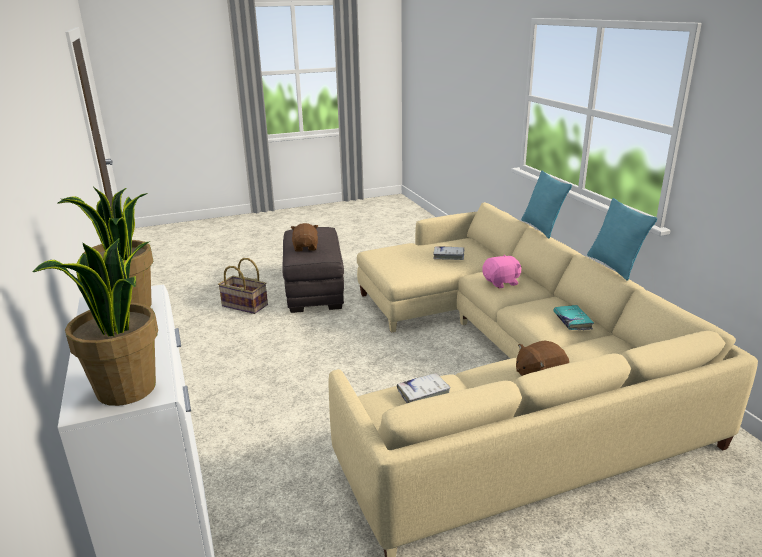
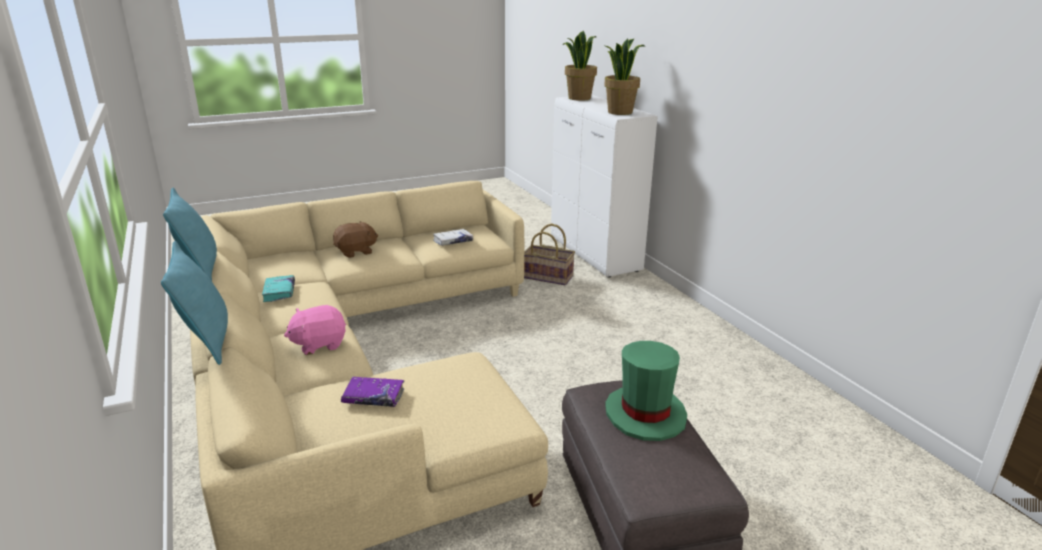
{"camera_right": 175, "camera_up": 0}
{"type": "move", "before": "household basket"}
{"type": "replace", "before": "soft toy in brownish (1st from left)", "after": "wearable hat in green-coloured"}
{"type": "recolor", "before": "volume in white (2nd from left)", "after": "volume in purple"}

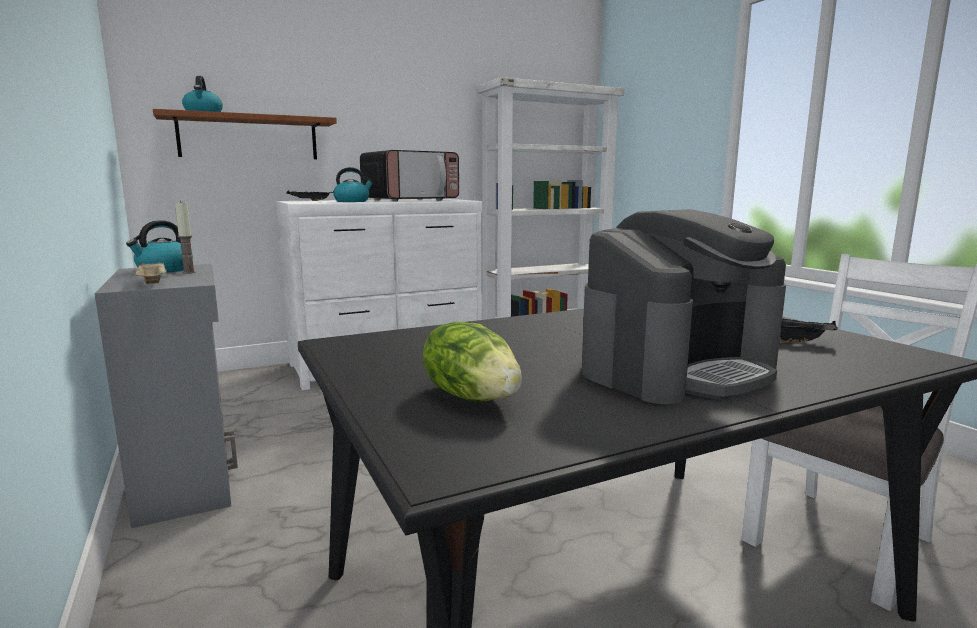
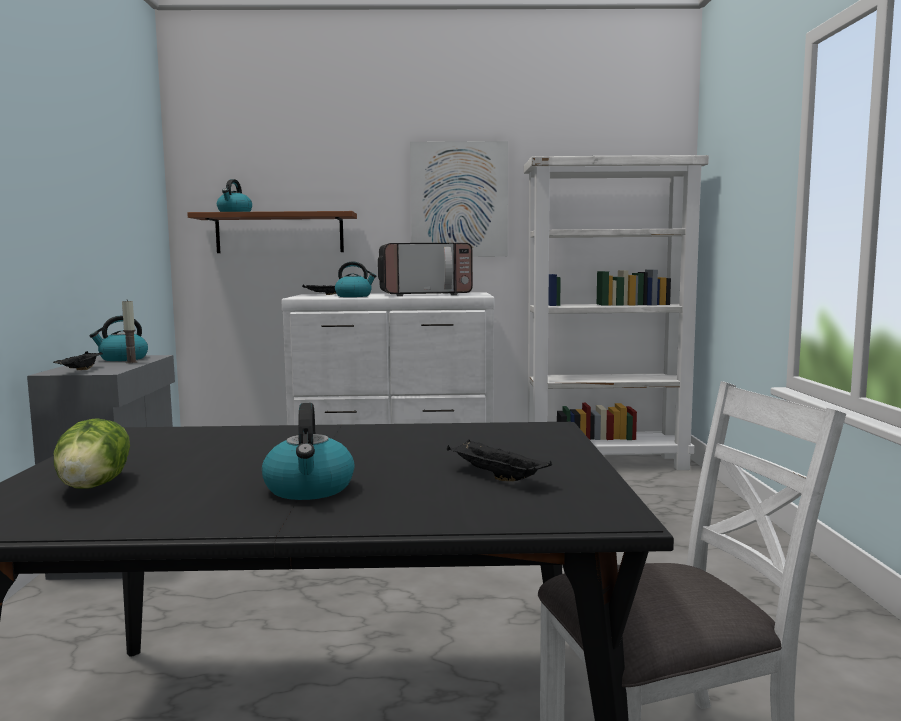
{"camera_right": 25, "camera_up": -5}
{"type": "recolor", "before": "serving tray in beige-coloured", "after": "serving tray in black-coloured (1st from left)"}
{"type": "replace", "before": "coffee machine", "after": "water kettle (3rd from left)"}
{"type": "insert", "after": "wall picture"}

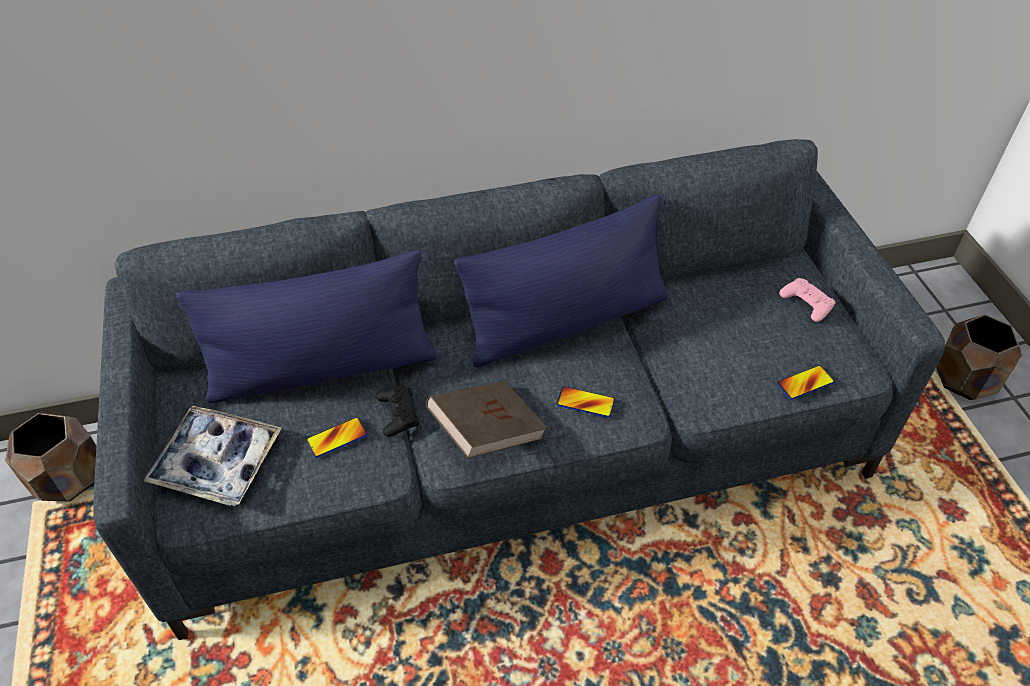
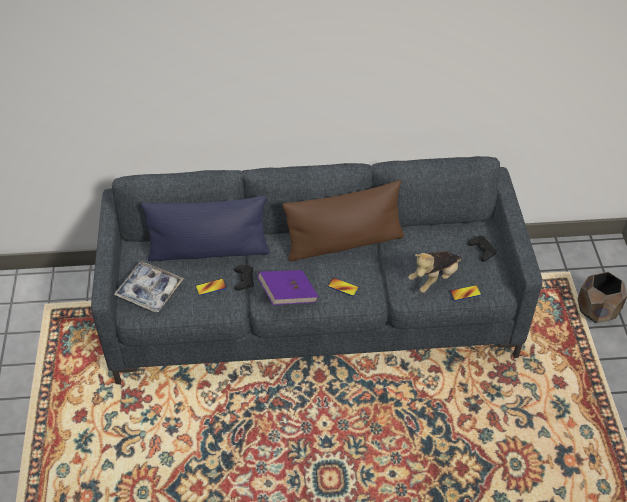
{"camera_right": 10, "camera_up": 0}
{"type": "delete", "before": "flower pot in brownish (1st from left)"}
{"type": "recolor", "before": "volume in brownish", "after": "volume in purple"}
{"type": "recolor", "before": "throw pillow in blue (2nd from left)", "after": "throw pillow in brownish"}
{"type": "recolor", "before": "gamepad in pinkish", "after": "gamepad in black-coloured (2nd from left)"}
{"type": "insert", "after": "soft toy"}

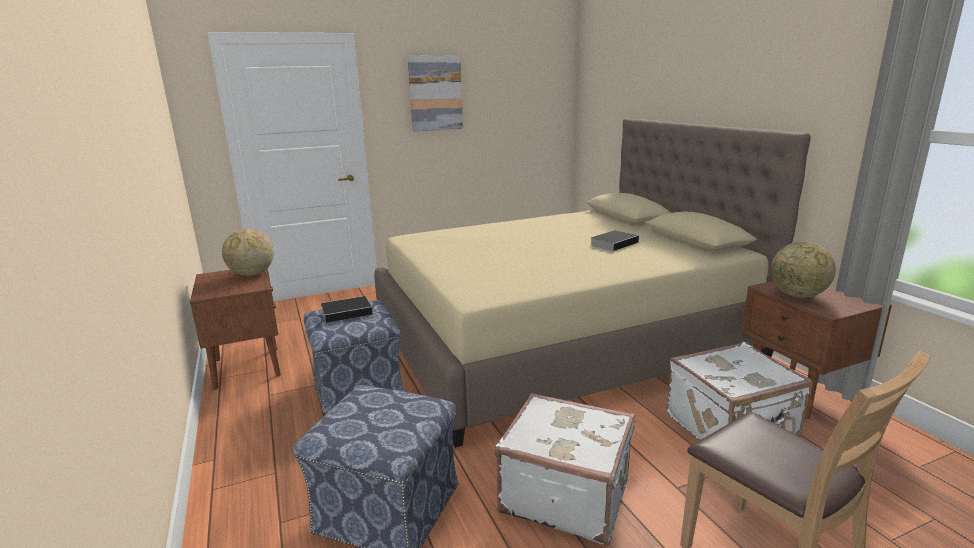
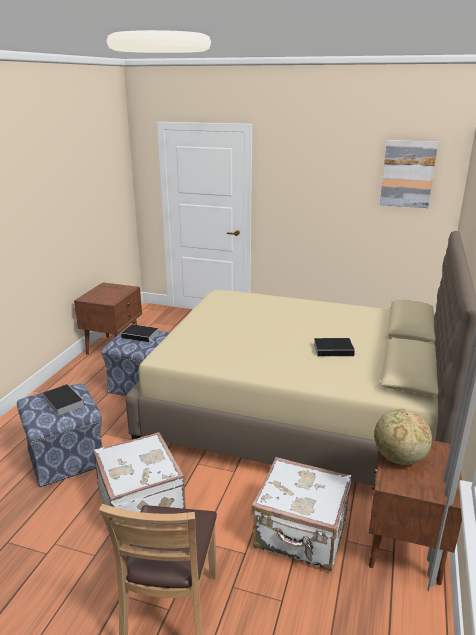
{"camera_right": 40, "camera_up": 5}
{"type": "delete", "before": "desk globe (1st from left)"}
{"type": "move", "before": "wall picture"}
{"type": "insert", "after": "volume (1st from left)"}

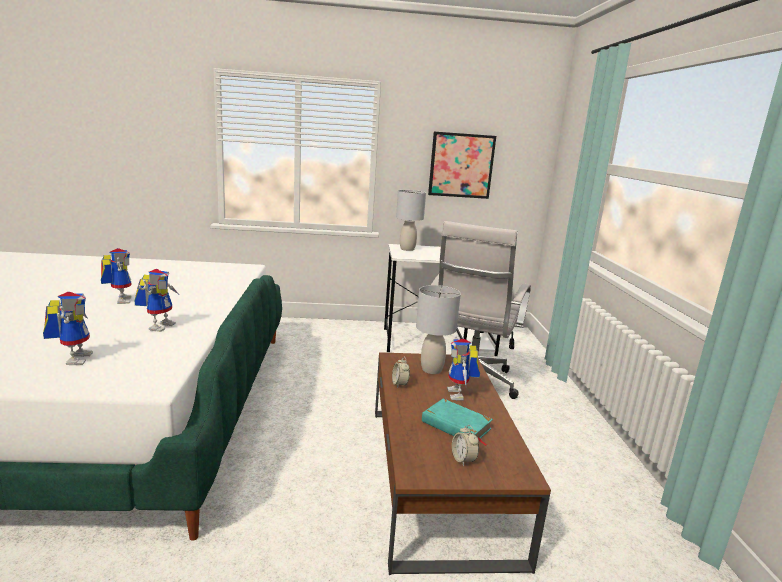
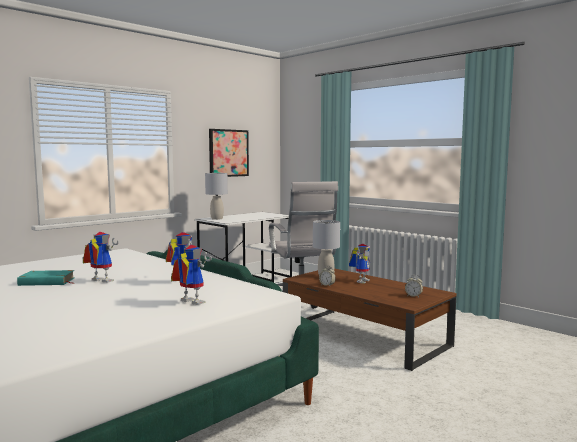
{"camera_right": -40, "camera_up": -10}
{"type": "move", "before": "volume in turquoise"}
{"type": "rotate", "before": "model robot (4th from left)", "turn": -105}

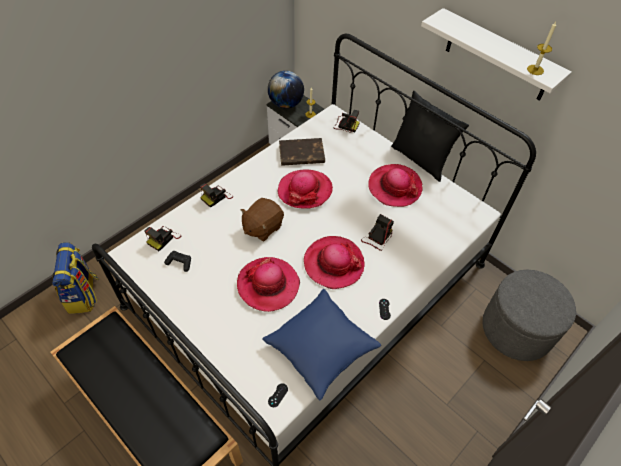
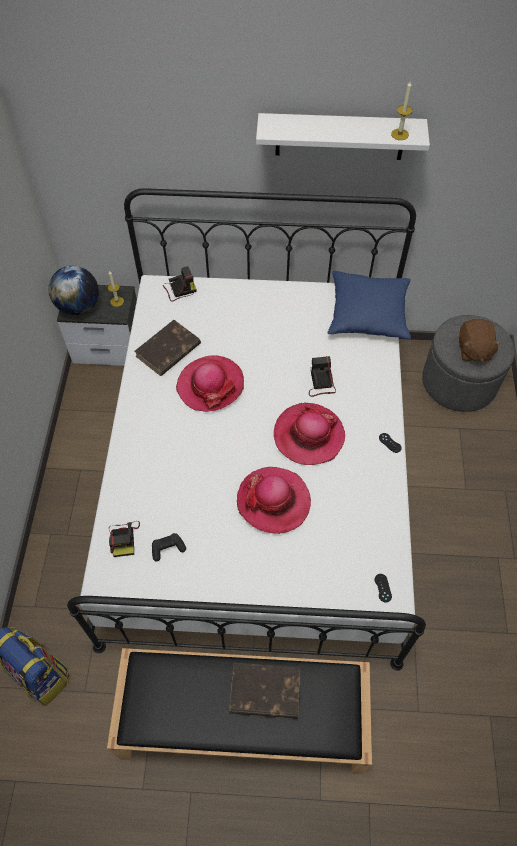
{"camera_right": -40, "camera_up": 5}
{"type": "delete", "before": "still camera (2nd from left)"}
{"type": "move", "before": "soft toy in brownish"}
{"type": "move", "before": "throw pillow in blue"}
{"type": "delete", "before": "wearable hat (4th from left)"}
{"type": "delete", "before": "throw pillow in black-coloured"}
{"type": "insert", "after": "volume in brownish (2nd from left)"}

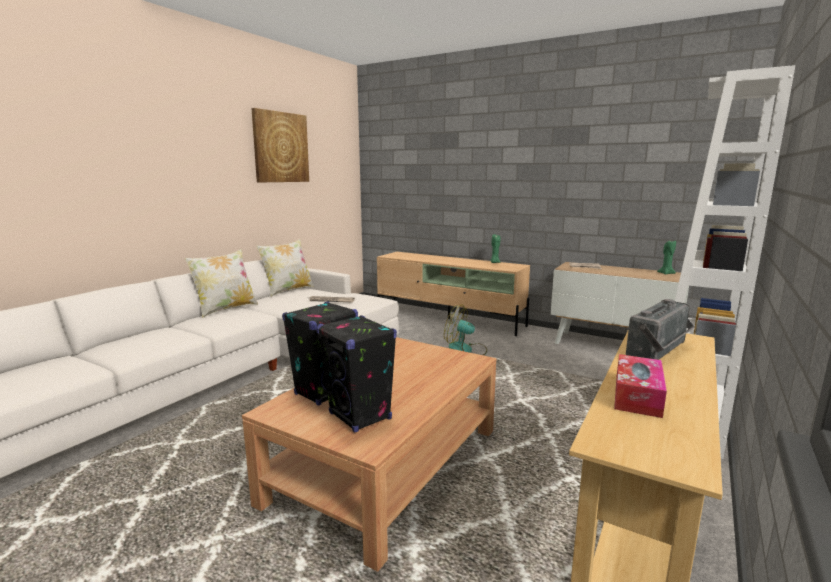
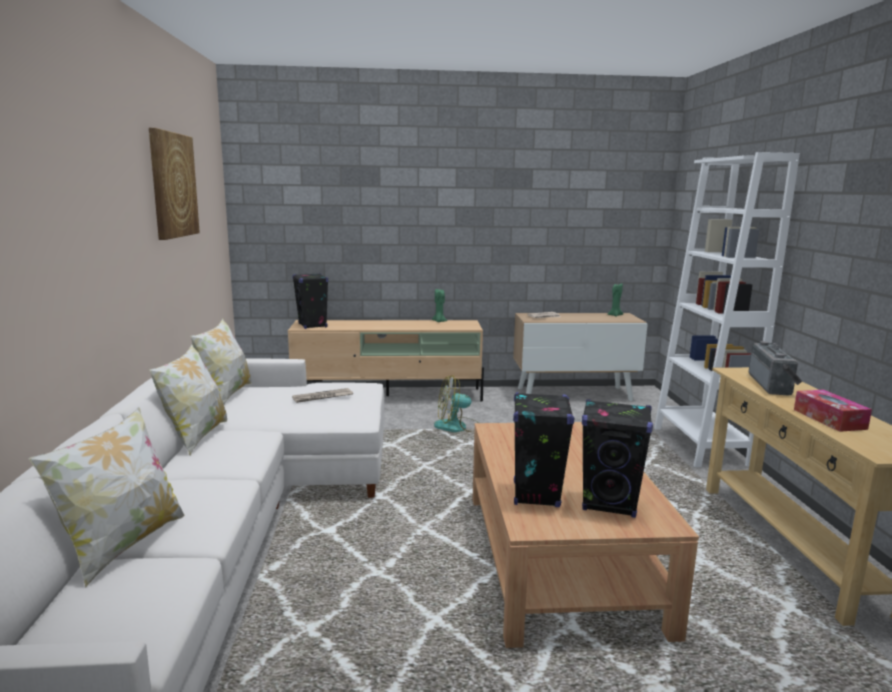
{"camera_right": -35, "camera_up": 0}
{"type": "insert", "after": "throw pillow (1st from left)"}
{"type": "insert", "after": "audio speaker in black-coloured (1st from left)"}

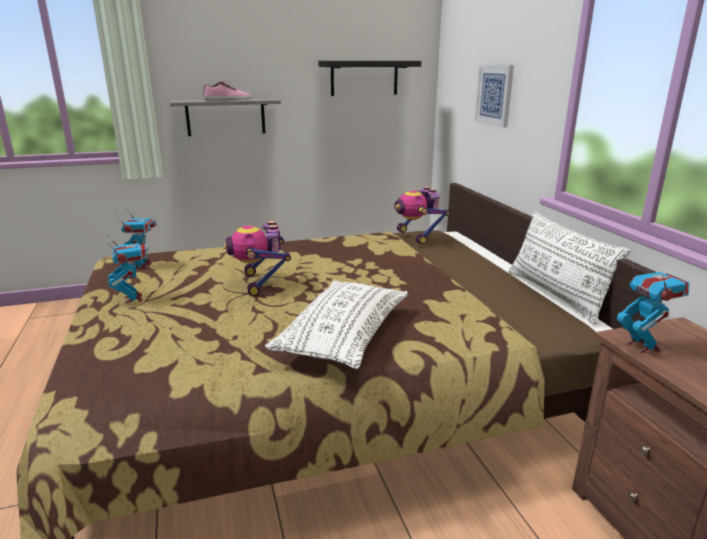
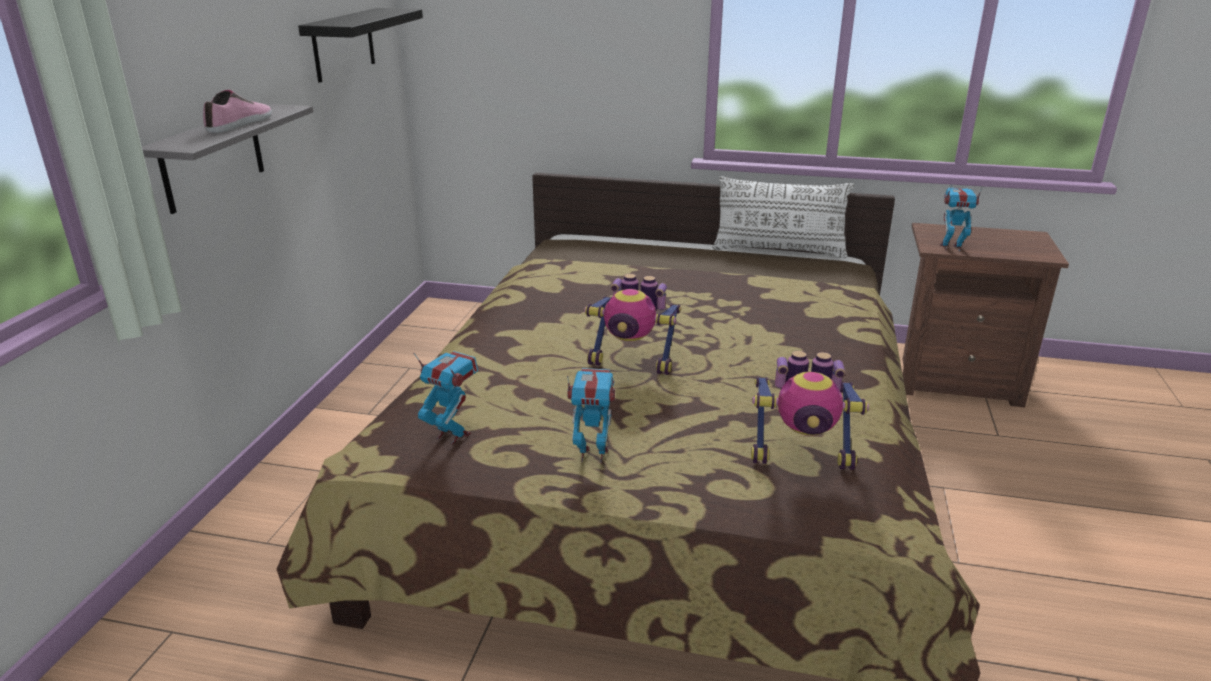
{"camera_right": -60, "camera_up": 5}
{"type": "delete", "before": "throw pillow in white (1st from left)"}
{"type": "move", "before": "model robot (4th from left)"}
{"type": "delete", "before": "wall picture"}

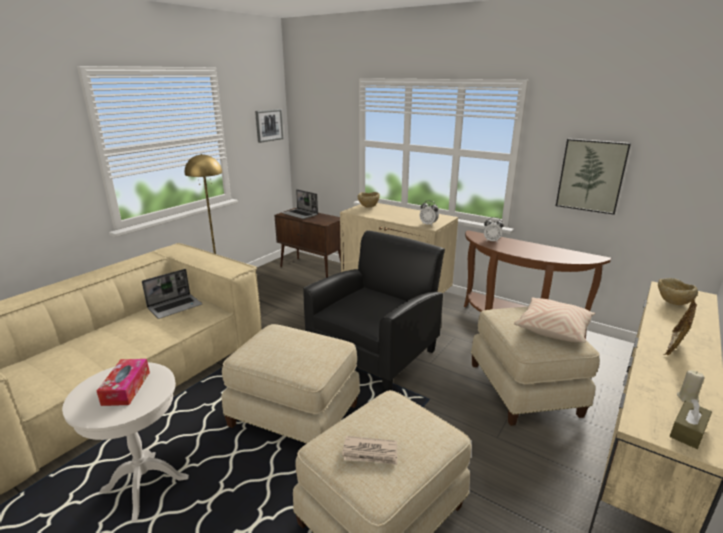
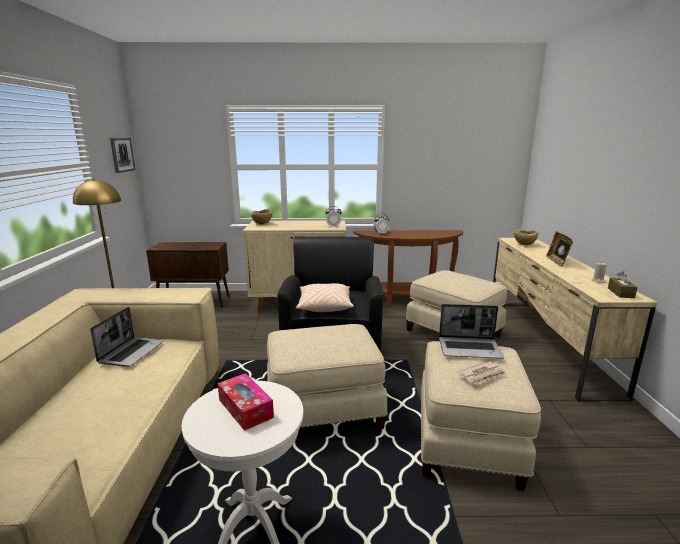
{"camera_right": -35, "camera_up": -5}
{"type": "move", "before": "portable computer (2nd from left)"}
{"type": "move", "before": "throw pillow in beige-coloured"}
{"type": "delete", "before": "wall picture (2nd from left)"}

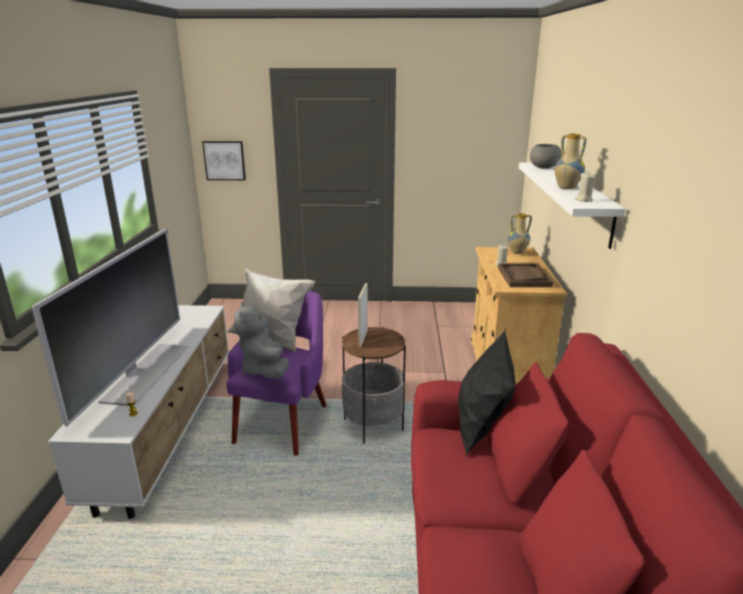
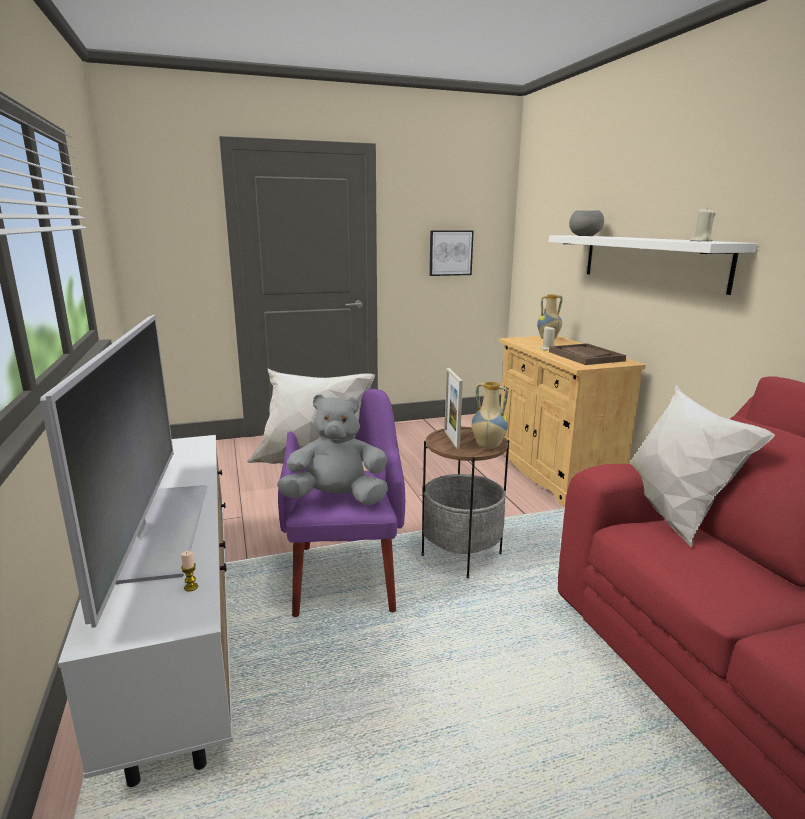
{"camera_right": -20, "camera_up": -5}
{"type": "move", "before": "wall picture"}
{"type": "rotate", "before": "soft toy in gray", "turn": 120}
{"type": "recolor", "before": "throw pillow in black-coloured", "after": "throw pillow in white (2nd from left)"}
{"type": "move", "before": "flower vase (2nd from left in the first image)", "after": "flower vase (1st from left)"}

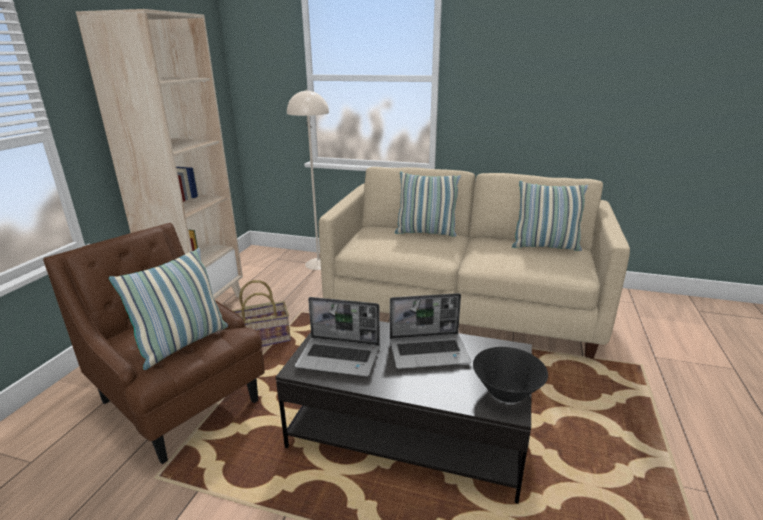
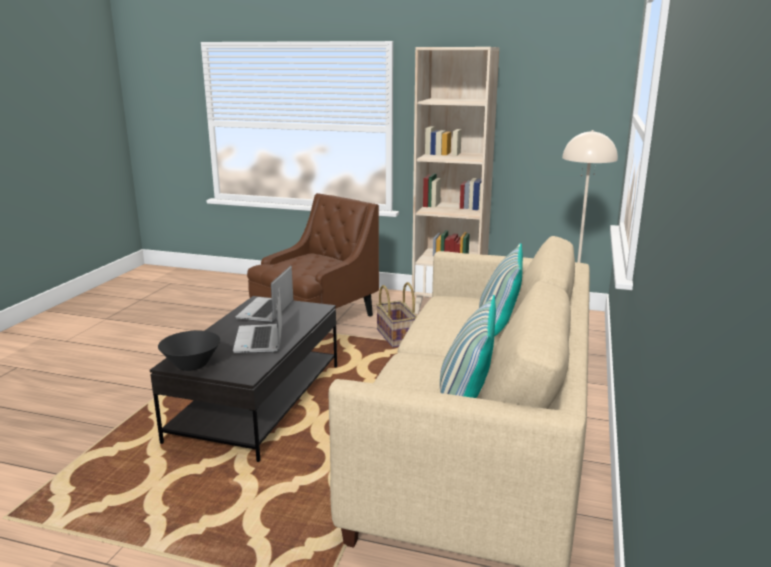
{"camera_right": 90, "camera_up": -5}
{"type": "delete", "before": "throw pillow (1st from left)"}

